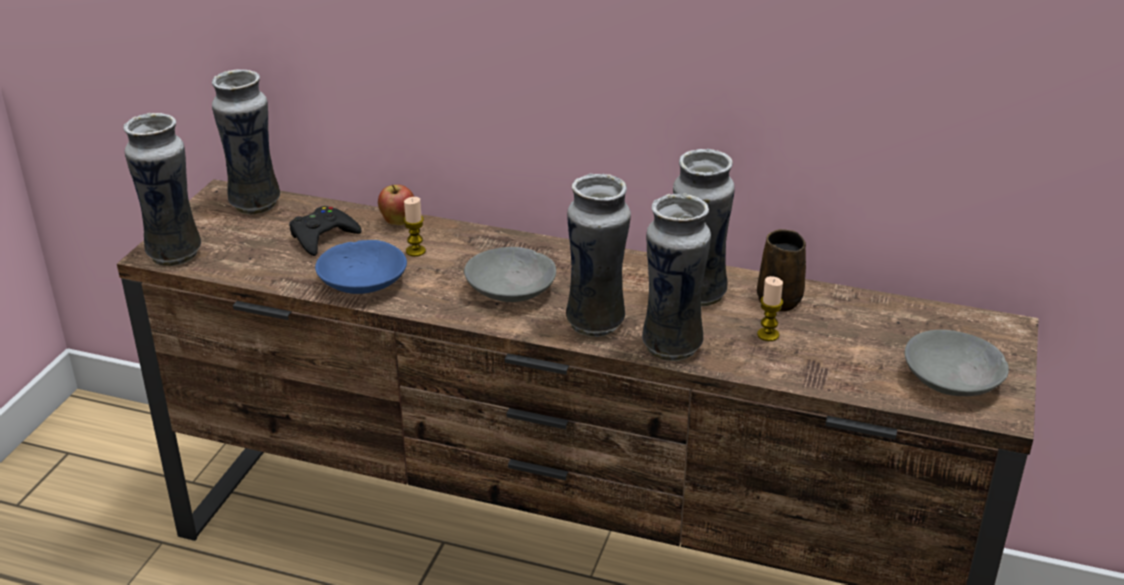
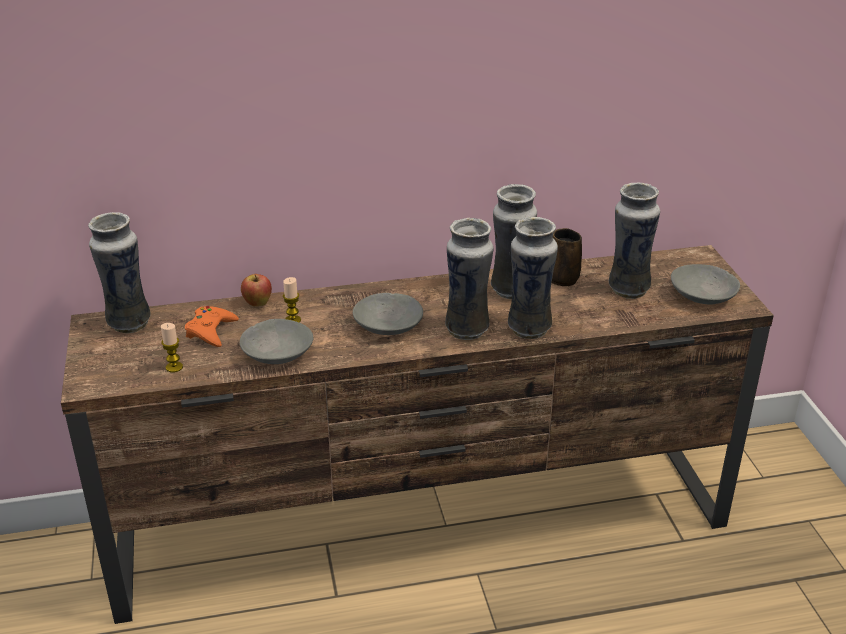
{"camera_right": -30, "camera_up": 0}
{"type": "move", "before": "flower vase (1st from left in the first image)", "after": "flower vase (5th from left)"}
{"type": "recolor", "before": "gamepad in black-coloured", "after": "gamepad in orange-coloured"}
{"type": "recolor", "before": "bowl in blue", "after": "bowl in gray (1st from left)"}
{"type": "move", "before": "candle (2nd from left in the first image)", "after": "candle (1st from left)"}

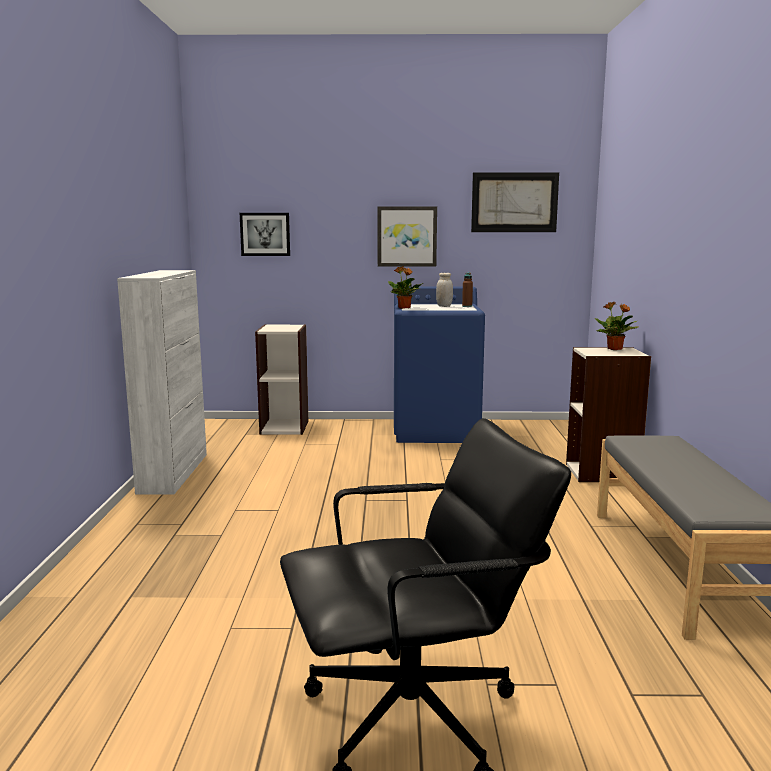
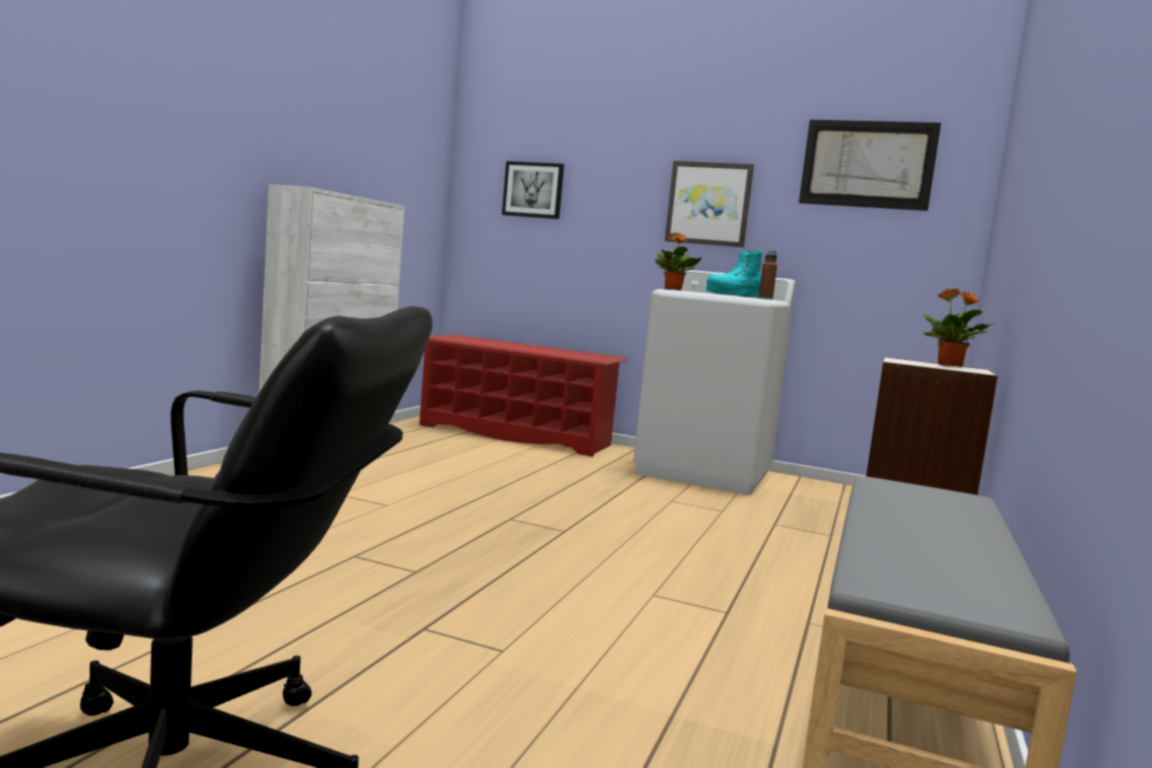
{"camera_right": 20, "camera_up": -5}
{"type": "replace", "before": "bookshelf (1st from left)", "after": "shoe rack in reddish"}
{"type": "recolor", "before": "washing machine in blue", "after": "washing machine in white"}
{"type": "replace", "before": "preserve jar in white", "after": "boot in turquoise"}

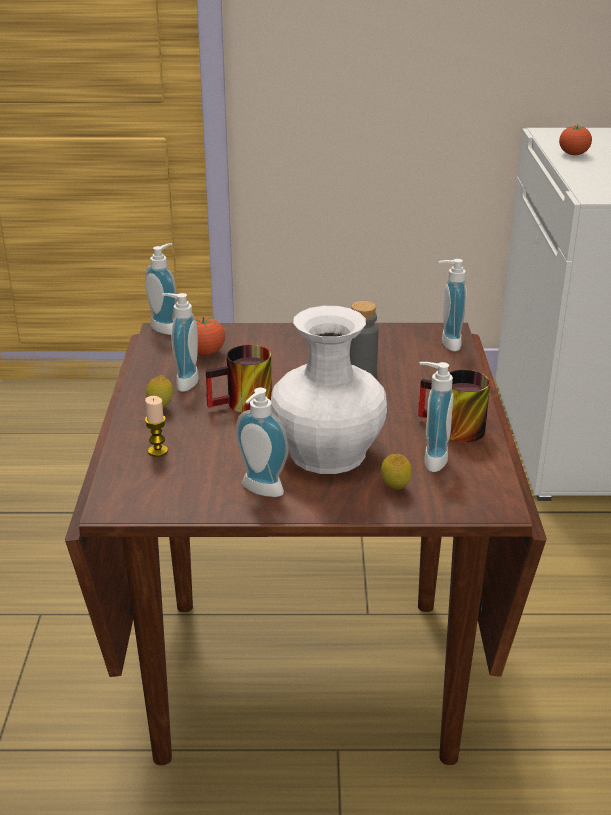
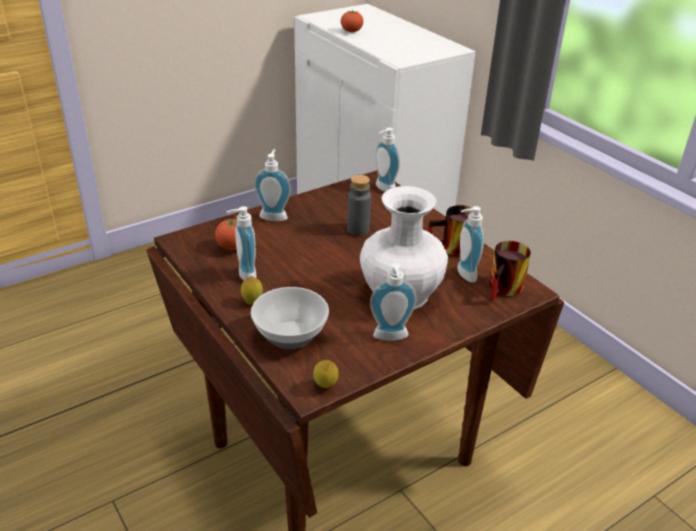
{"camera_right": -35, "camera_up": 5}
{"type": "move", "before": "liquid soap bottle (1st from left in the first image)", "after": "liquid soap bottle (2nd from left)"}
{"type": "replace", "before": "candle", "after": "bowl"}
{"type": "move", "before": "tea mug (1st from left in the first image)", "after": "tea mug (2nd from left)"}
{"type": "move", "before": "citrus fruit (2nd from left)"}

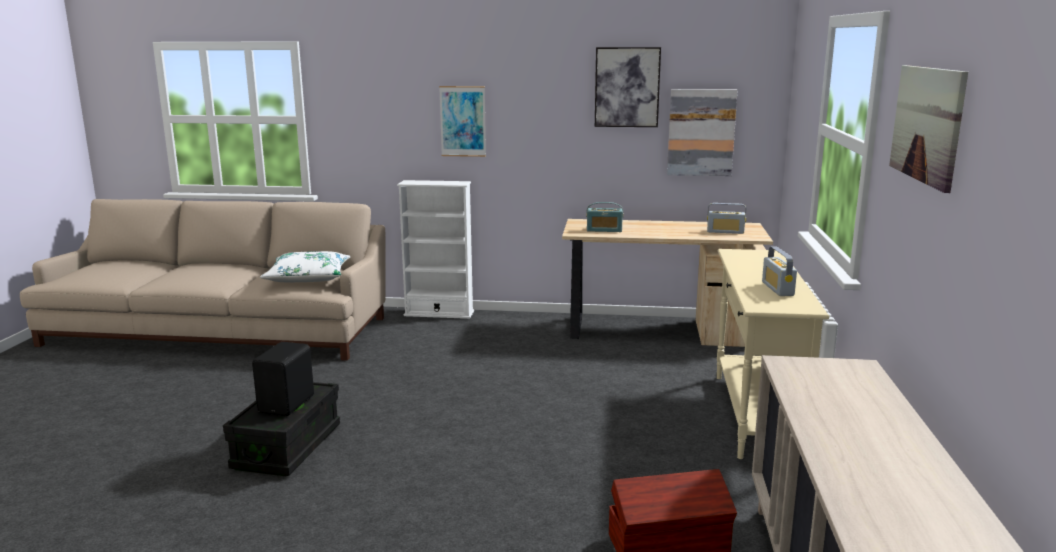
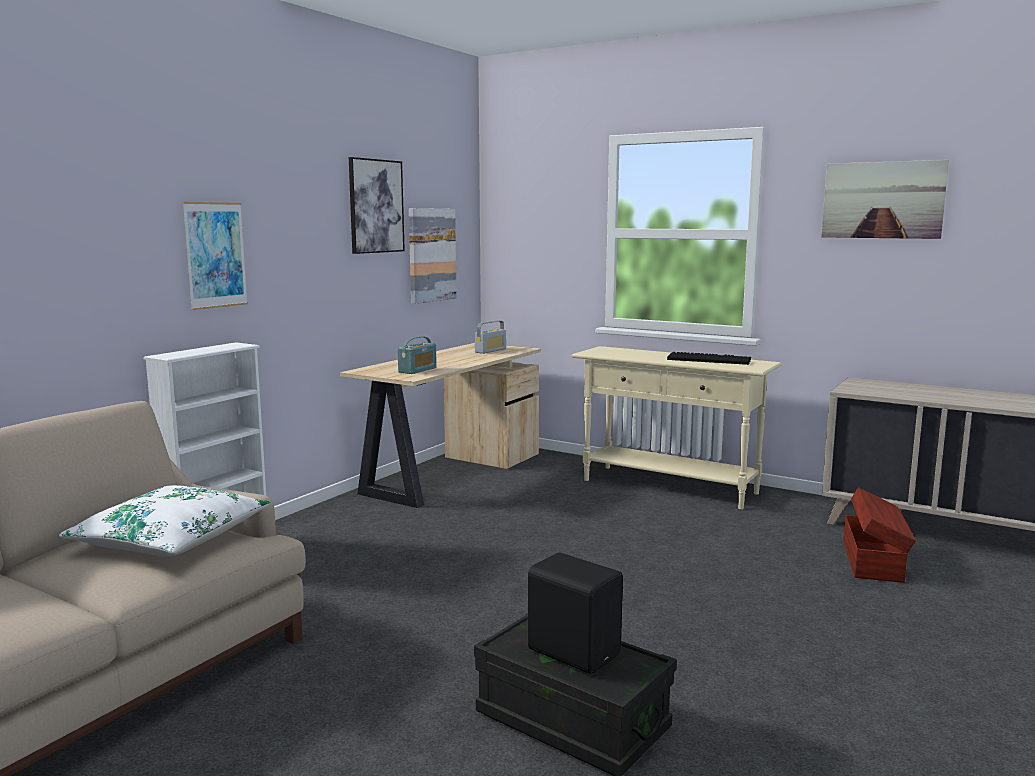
{"camera_right": -65, "camera_up": -5}
{"type": "replace", "before": "radio receiver (3rd from left)", "after": "computer keyboard"}

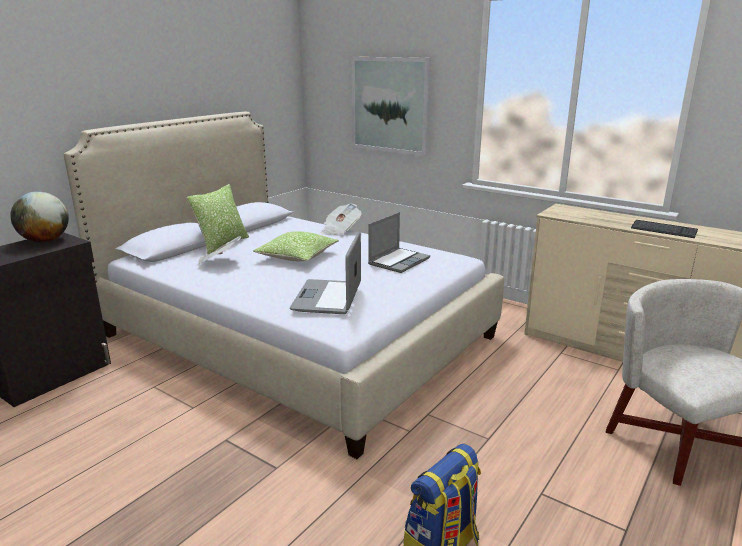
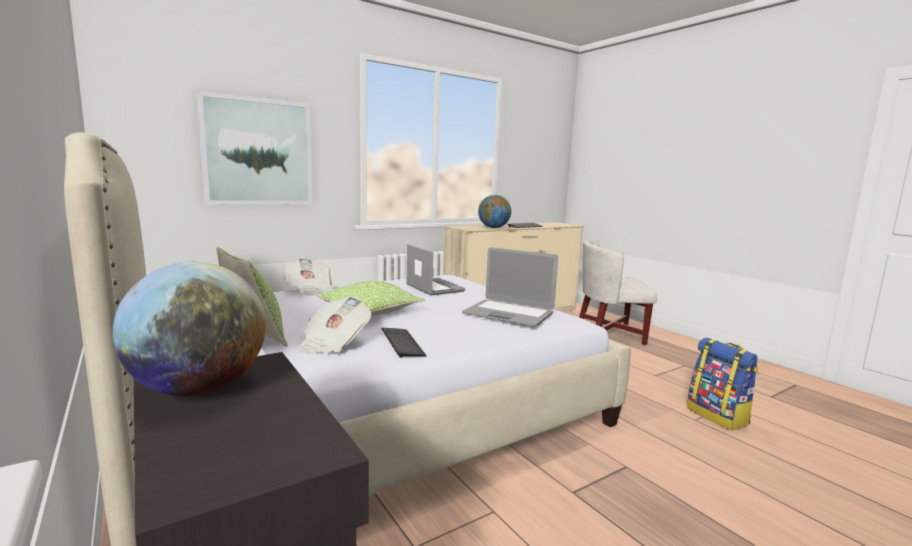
{"camera_right": -70, "camera_up": -10}
{"type": "insert", "after": "computer keyboard (1st from left)"}
{"type": "insert", "after": "desk globe (2nd from left)"}

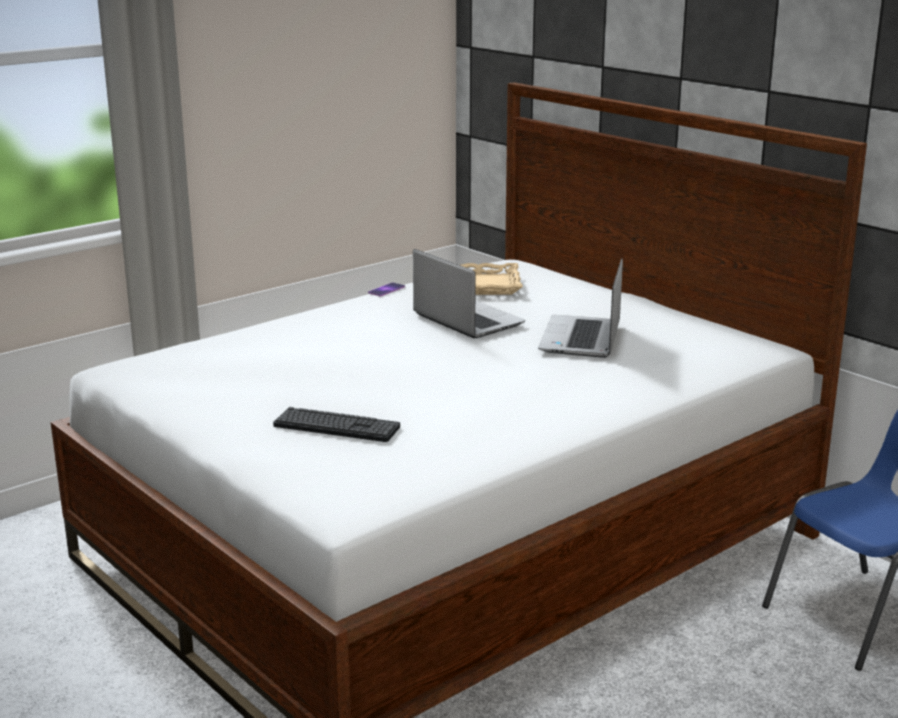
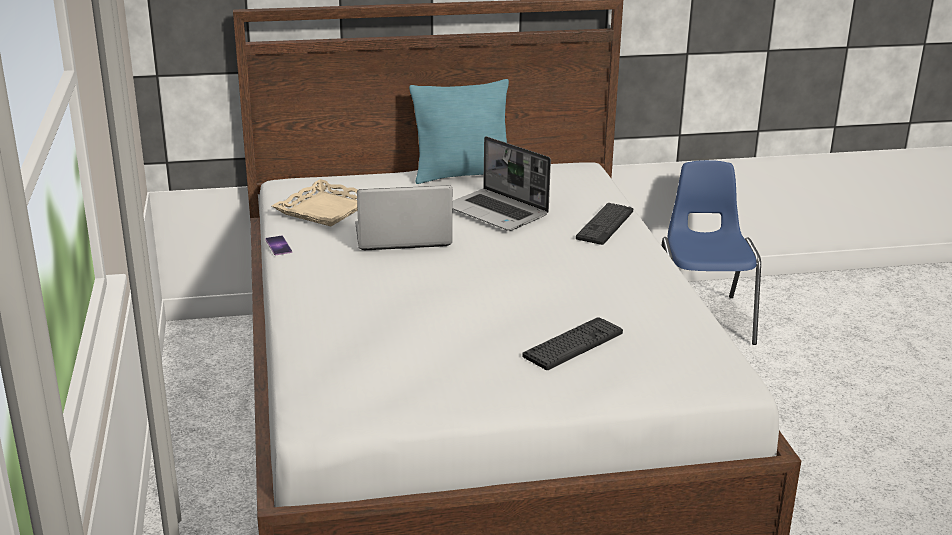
{"camera_right": -60, "camera_up": 5}
{"type": "insert", "after": "throw pillow in turquoise"}
{"type": "insert", "after": "computer keyboard (2nd from left)"}

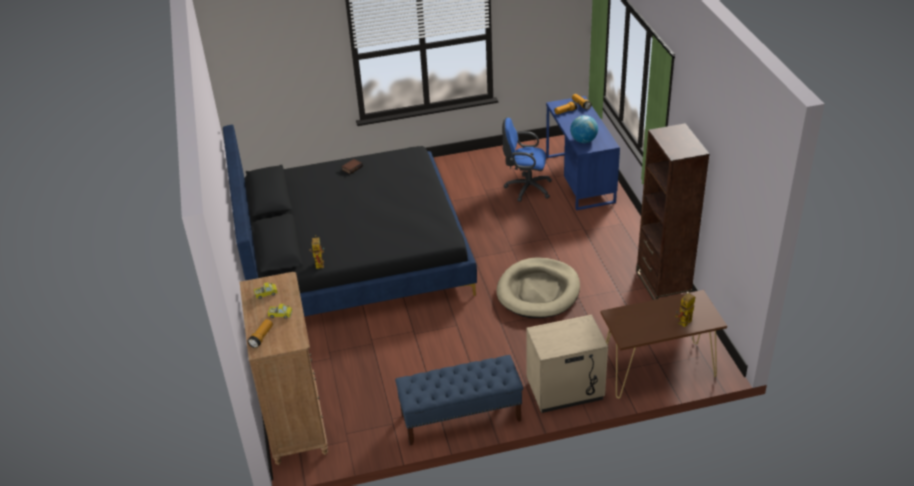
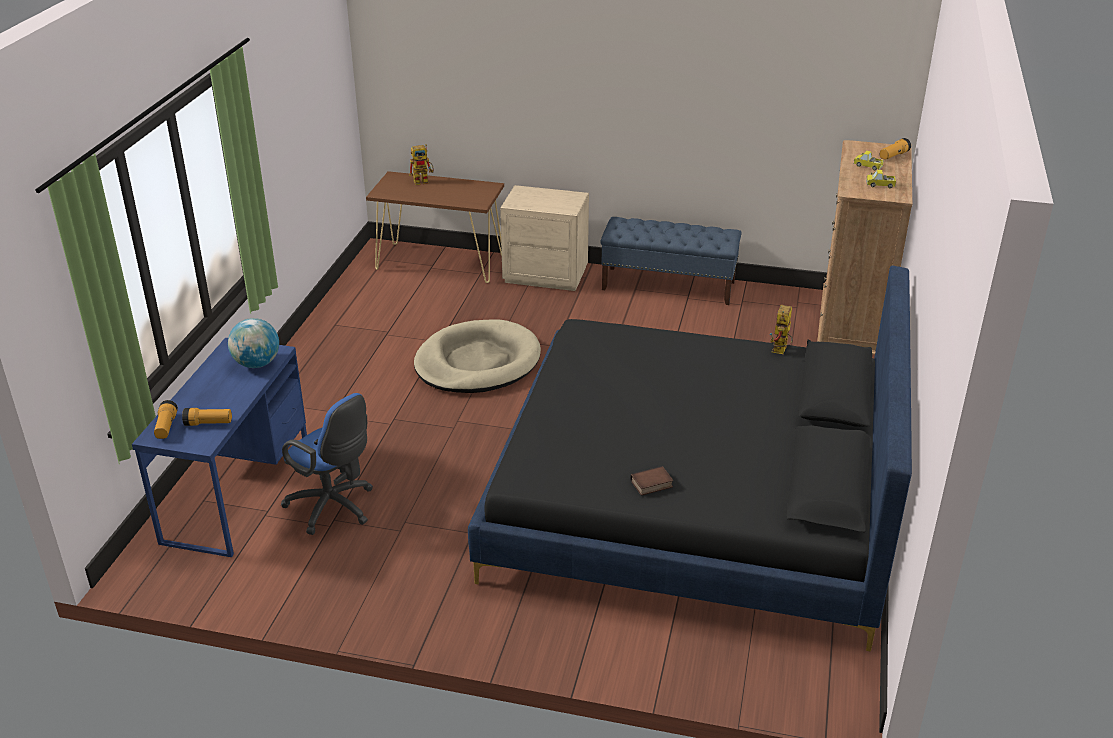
{"camera_right": -155, "camera_up": -5}
{"type": "delete", "before": "bookshelf in brownish"}

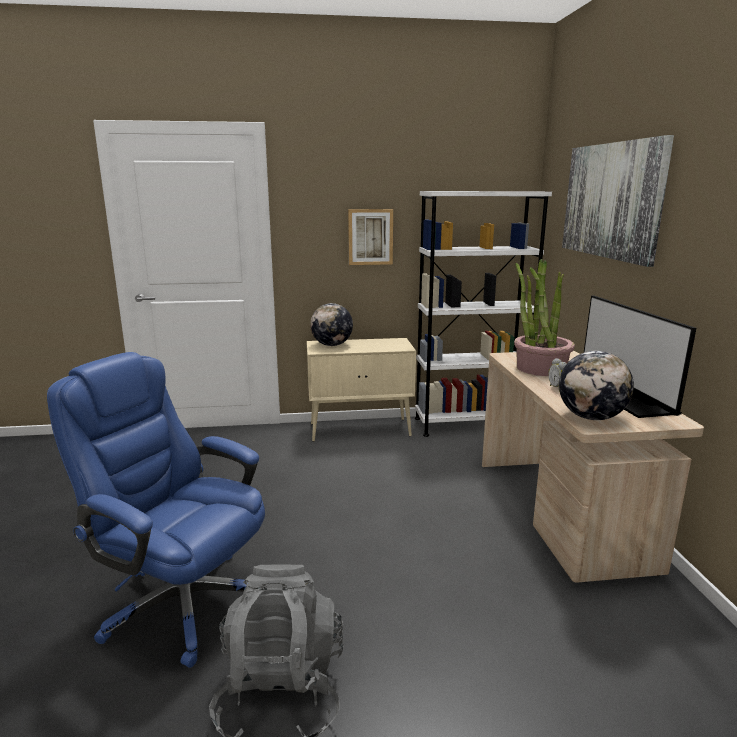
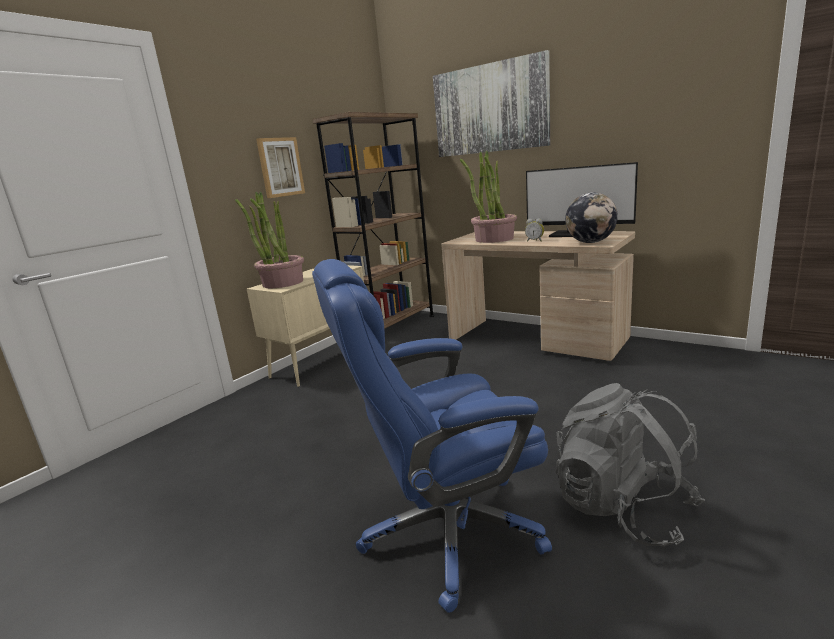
{"camera_right": -45, "camera_up": 0}
{"type": "replace", "before": "desk globe (1st from left)", "after": "houseplant (1st from left)"}
{"type": "recolor", "before": "bookshelf in white", "after": "bookshelf in brownish"}

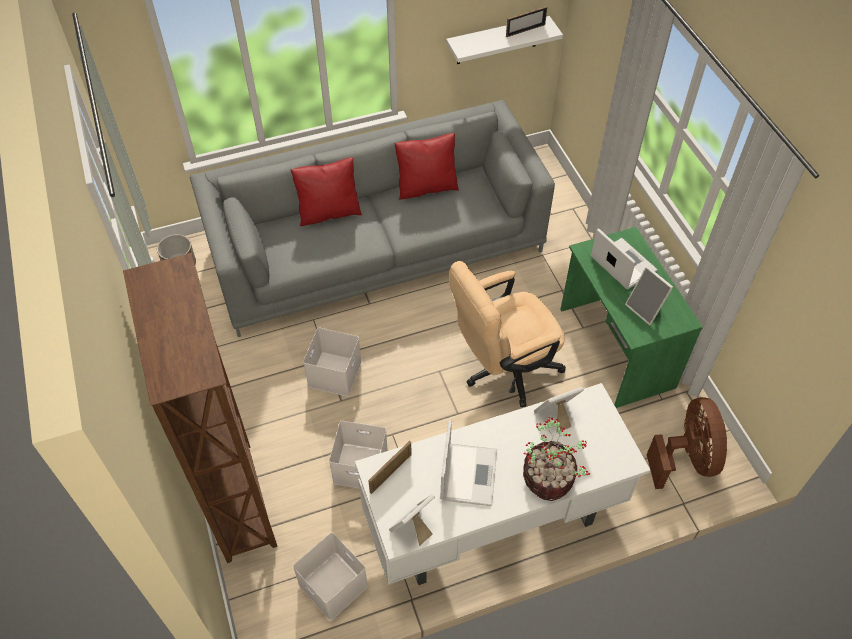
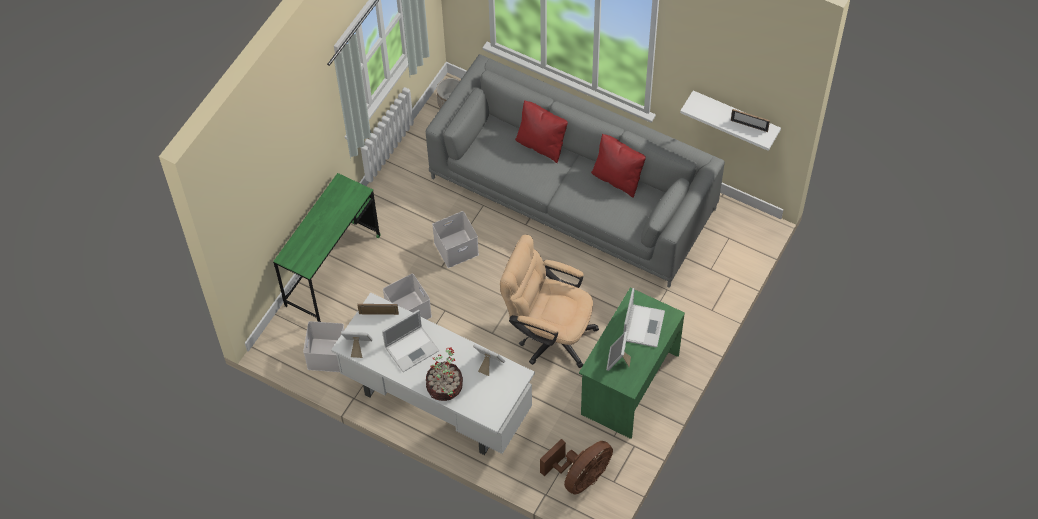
{"camera_right": 50, "camera_up": 5}
{"type": "replace", "before": "bookshelf in brownish", "after": "desk table in green-coloured (1st from left)"}

